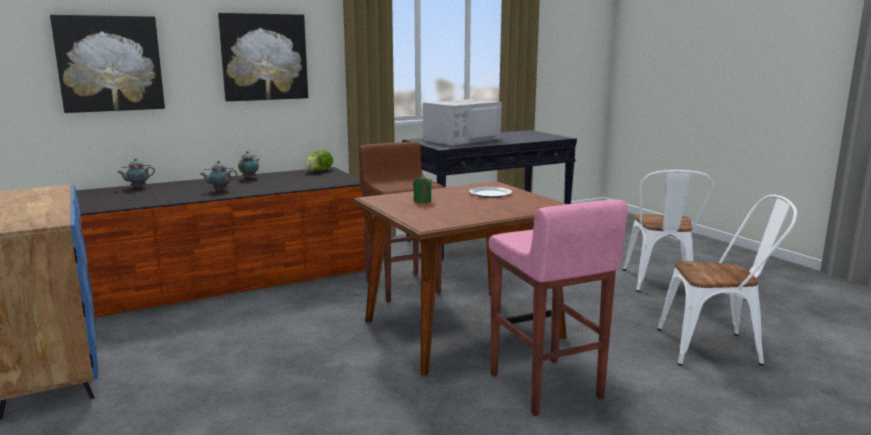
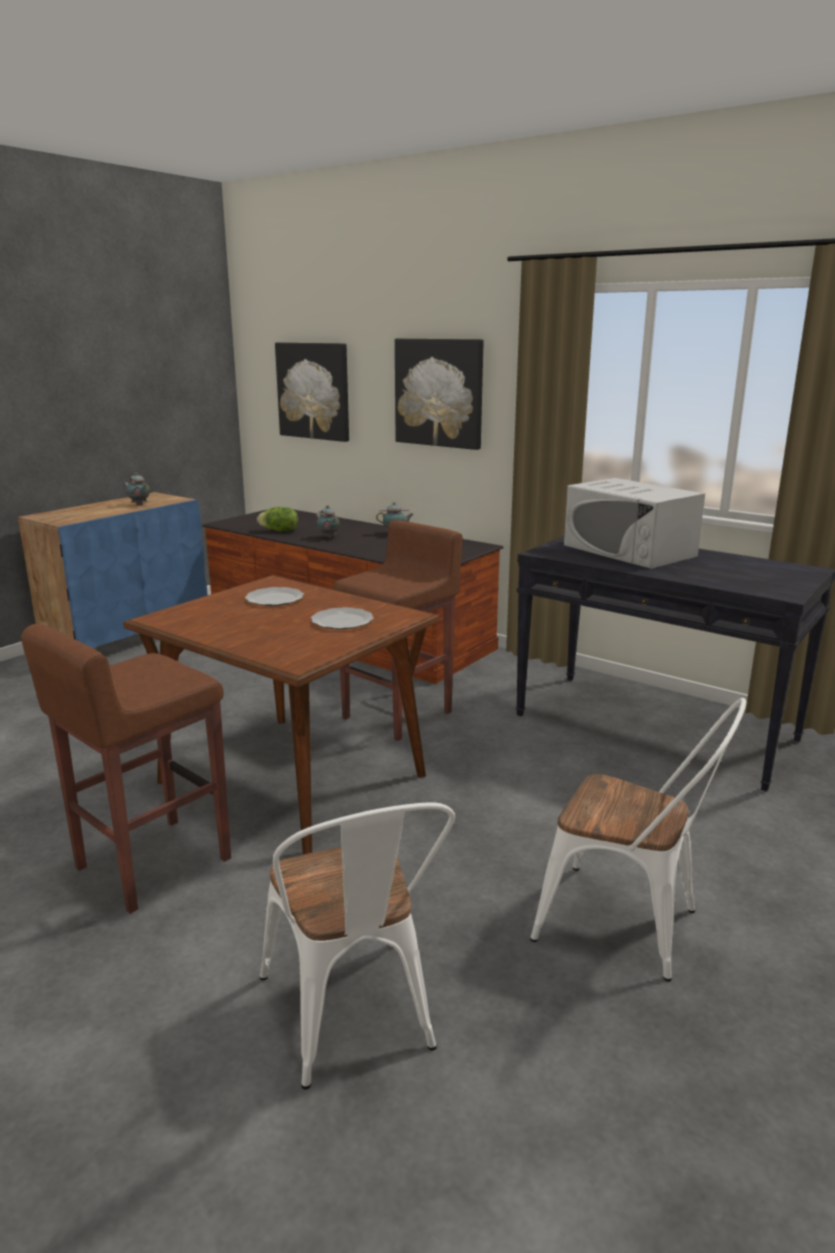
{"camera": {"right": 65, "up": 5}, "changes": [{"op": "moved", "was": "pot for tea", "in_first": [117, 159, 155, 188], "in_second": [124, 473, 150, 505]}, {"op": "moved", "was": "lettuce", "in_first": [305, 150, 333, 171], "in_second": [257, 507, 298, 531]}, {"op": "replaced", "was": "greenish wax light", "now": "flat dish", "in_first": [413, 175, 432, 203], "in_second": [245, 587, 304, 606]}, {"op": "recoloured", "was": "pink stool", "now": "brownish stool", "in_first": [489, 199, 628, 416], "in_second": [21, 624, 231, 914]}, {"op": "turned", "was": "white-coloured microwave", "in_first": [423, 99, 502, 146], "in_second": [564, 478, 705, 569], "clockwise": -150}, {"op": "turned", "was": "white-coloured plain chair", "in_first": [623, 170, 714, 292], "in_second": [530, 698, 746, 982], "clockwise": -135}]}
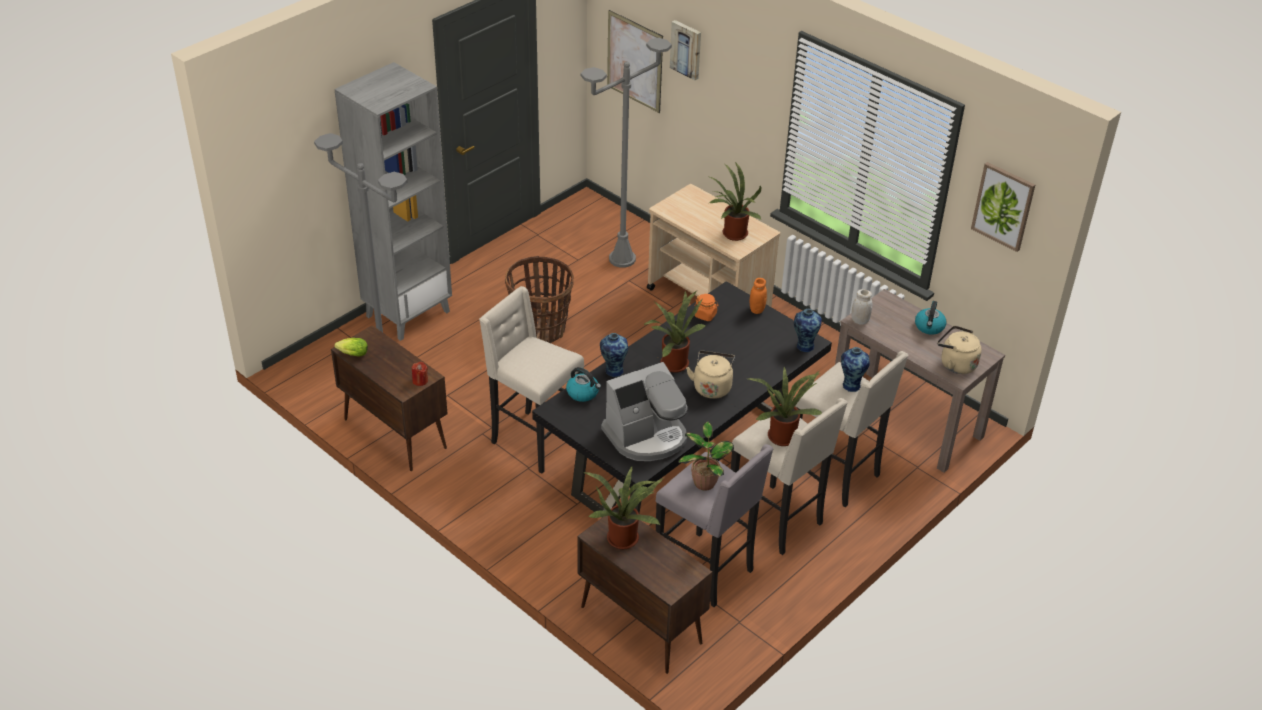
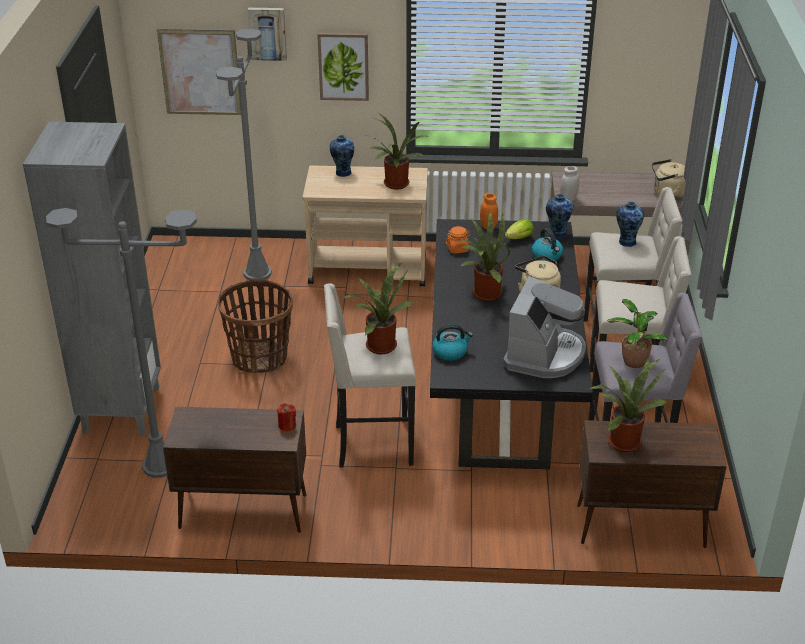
{"camera": {"right": -40, "up": -5}, "changes": [{"op": "moved", "was": "lettuce", "in_first": [334, 338, 368, 357], "in_second": [505, 219, 534, 239]}, {"op": "moved", "was": "flower vase", "in_first": [600, 333, 628, 377], "in_second": [330, 135, 354, 177]}, {"op": "moved", "was": "houseplant", "in_first": [748, 367, 822, 446], "in_second": [342, 263, 414, 354]}, {"op": "moved", "was": "water kettle", "in_first": [915, 301, 946, 335], "in_second": [532, 228, 563, 262]}, {"op": "moved", "was": "wall picture", "in_first": [971, 162, 1035, 252], "in_second": [317, 33, 369, 101]}]}
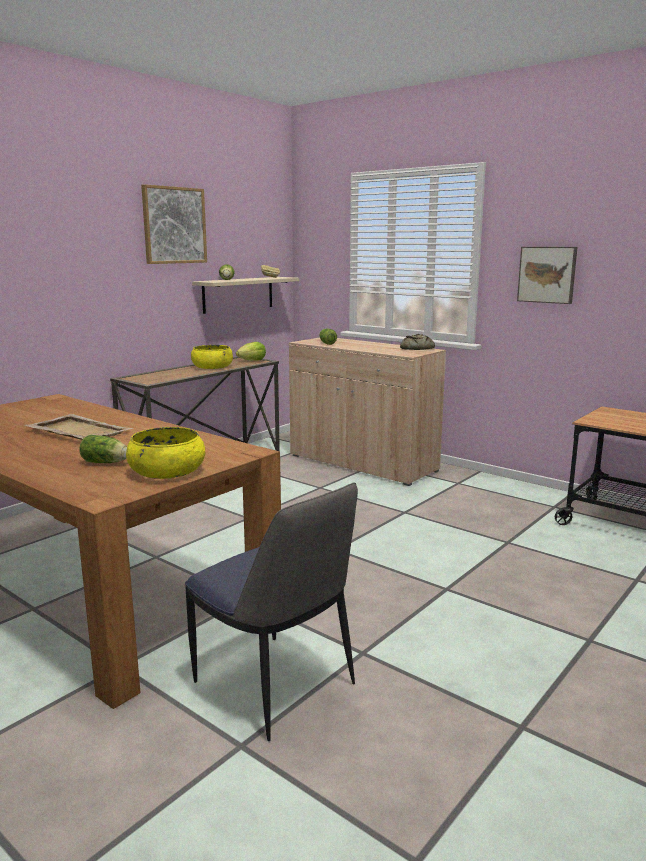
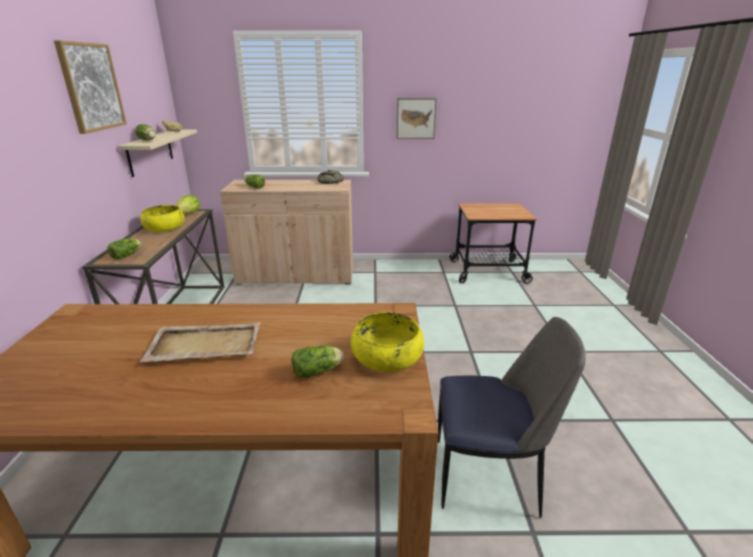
{"camera": {"right": -40, "up": 10}, "changes": [{"op": "added", "now": "lettuce", "in_second": [107, 238, 142, 259]}]}
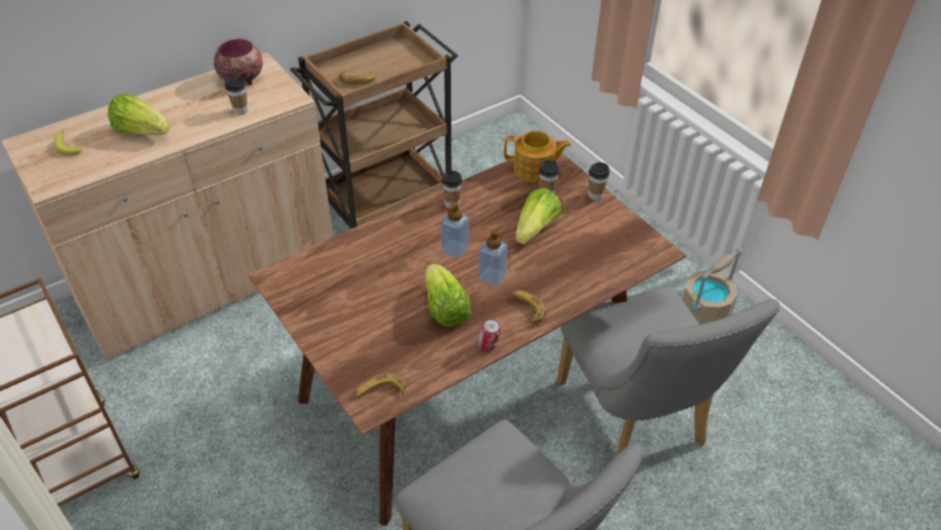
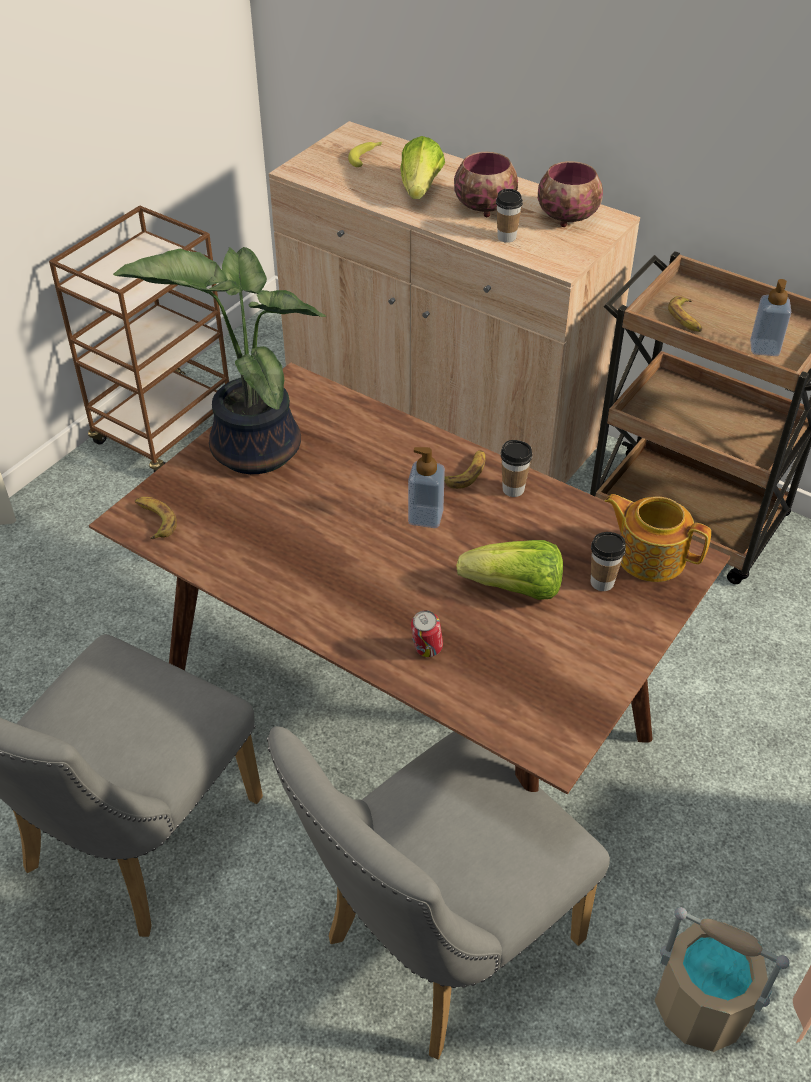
{"camera": {"right": 70, "up": 0}, "changes": [{"op": "removed", "was": "lettuce", "in_first": [425, 264, 471, 327]}, {"op": "removed", "was": "small cup", "in_first": [588, 162, 610, 201]}, {"op": "added", "now": "houseplant", "in_second": [113, 247, 326, 474]}, {"op": "added", "now": "serving bowl", "in_second": [454, 152, 518, 217]}, {"op": "moved", "was": "sealed can", "in_first": [478, 319, 501, 351], "in_second": [411, 610, 443, 657]}, {"op": "moved", "was": "liquid soap bottle", "in_first": [479, 229, 508, 286], "in_second": [750, 279, 791, 356]}, {"op": "moved", "was": "banana", "in_first": [512, 290, 546, 324], "in_second": [444, 450, 486, 489]}, {"op": "turned", "was": "pot for tea", "in_first": [504, 131, 571, 182], "in_second": [605, 494, 711, 582], "clockwise": 135}]}
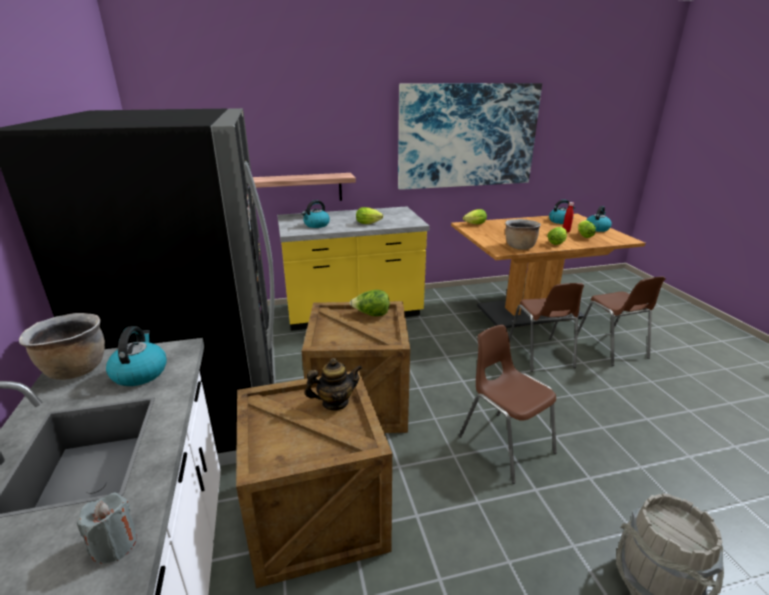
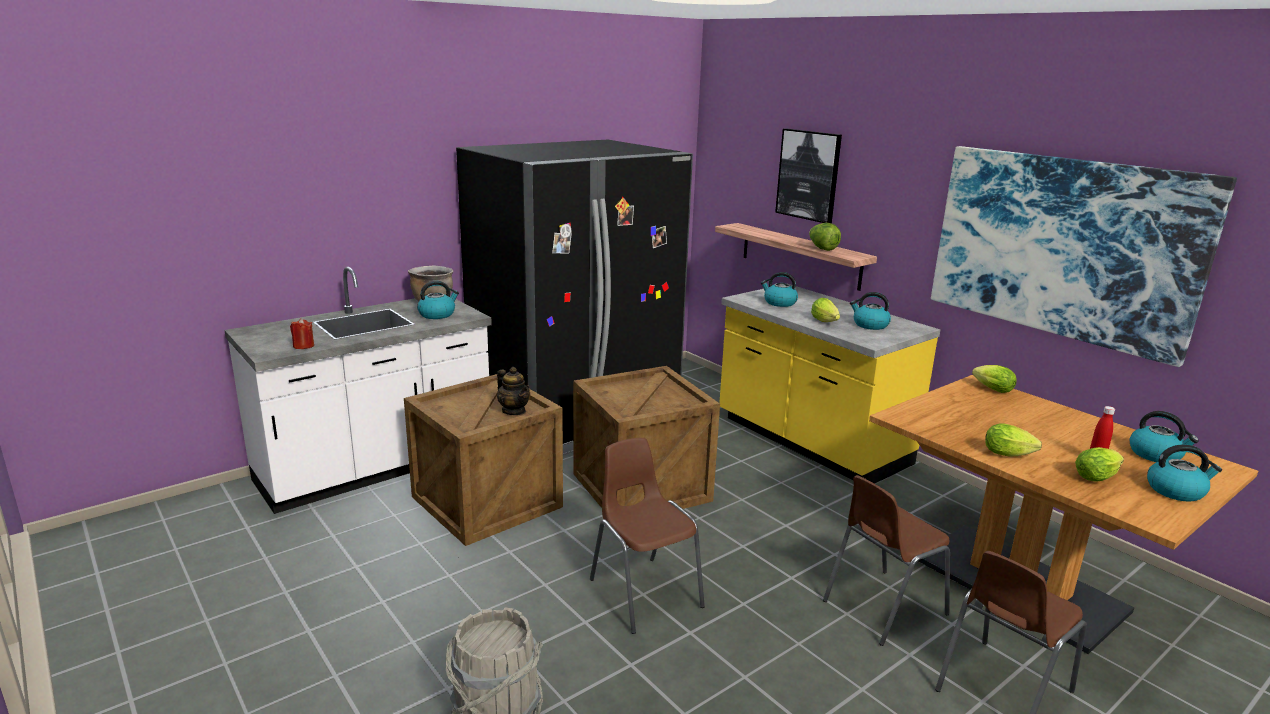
{"camera": {"right": 65, "up": -5}, "changes": [{"op": "removed", "was": "brownish stockpot", "in_first": [505, 219, 541, 250]}, {"op": "added", "now": "wall picture", "in_second": [775, 128, 842, 223]}, {"op": "added", "now": "water kettle", "in_second": [850, 292, 891, 330]}, {"op": "moved", "was": "lettuce", "in_first": [350, 290, 390, 316], "in_second": [809, 223, 841, 251]}, {"op": "recoloured", "was": "grey wax light", "now": "red-coloured wax light", "in_first": [77, 493, 137, 564], "in_second": [290, 318, 314, 349]}, {"op": "turned", "was": "brownish plain chair", "in_first": [459, 325, 557, 484], "in_second": [590, 438, 705, 634], "clockwise": -60}]}
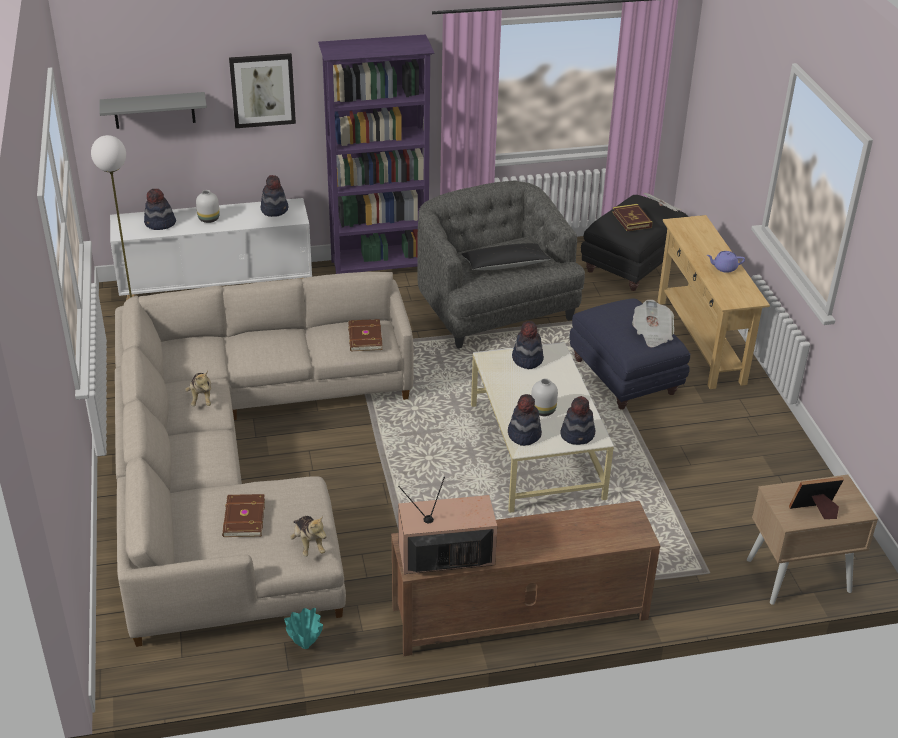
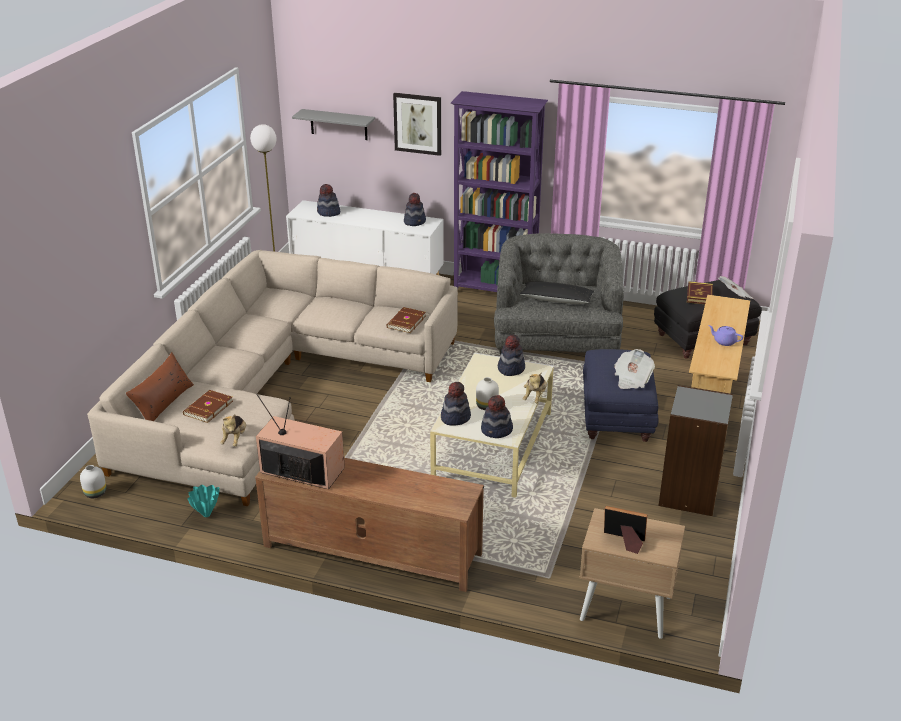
{"camera": {"right": 30, "up": -5}, "changes": [{"op": "added", "now": "brownish pillow", "in_second": [125, 352, 194, 421]}, {"op": "added", "now": "grey bookcase", "in_second": [658, 385, 733, 516]}, {"op": "moved", "was": "plush toy", "in_first": [185, 371, 211, 406], "in_second": [523, 372, 547, 403]}, {"op": "moved", "was": "white-coloured flower vase", "in_first": [196, 190, 220, 223], "in_second": [80, 465, 106, 498]}]}
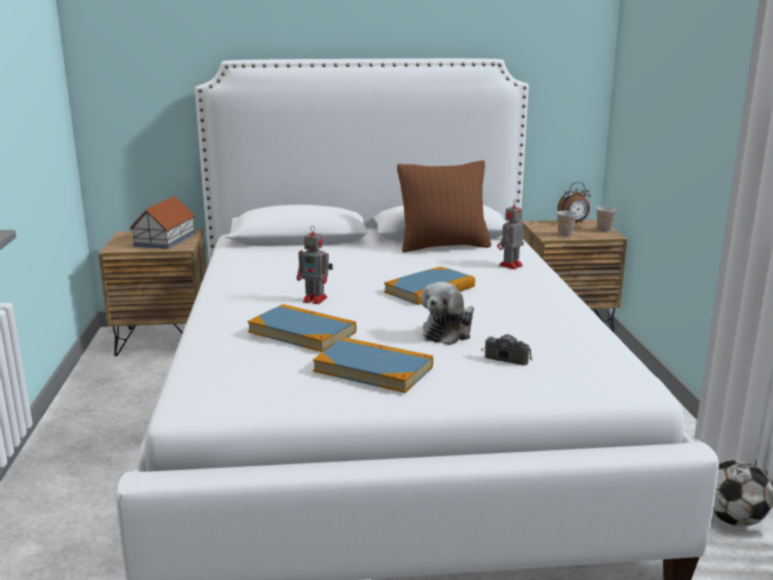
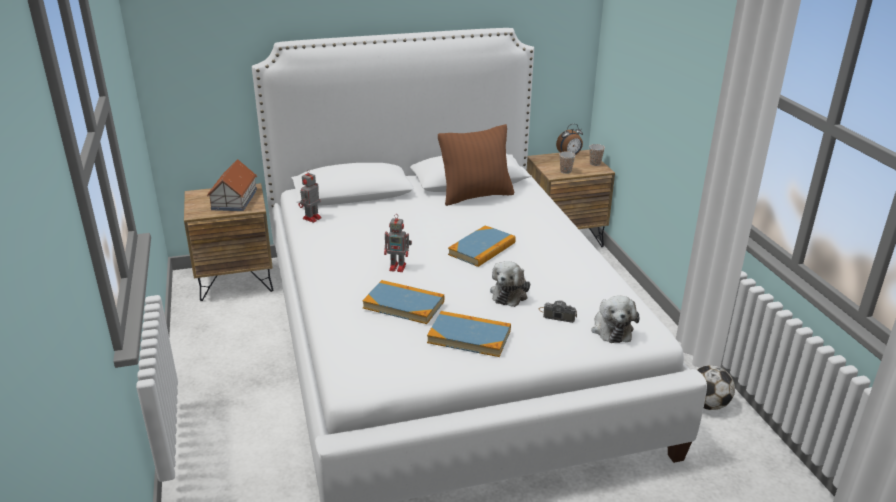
{"camera": {"right": -10, "up": 10}, "changes": [{"op": "added", "now": "plush toy", "in_second": [591, 296, 640, 343]}, {"op": "moved", "was": "robot figure", "in_first": [497, 201, 524, 269], "in_second": [298, 169, 322, 223]}]}
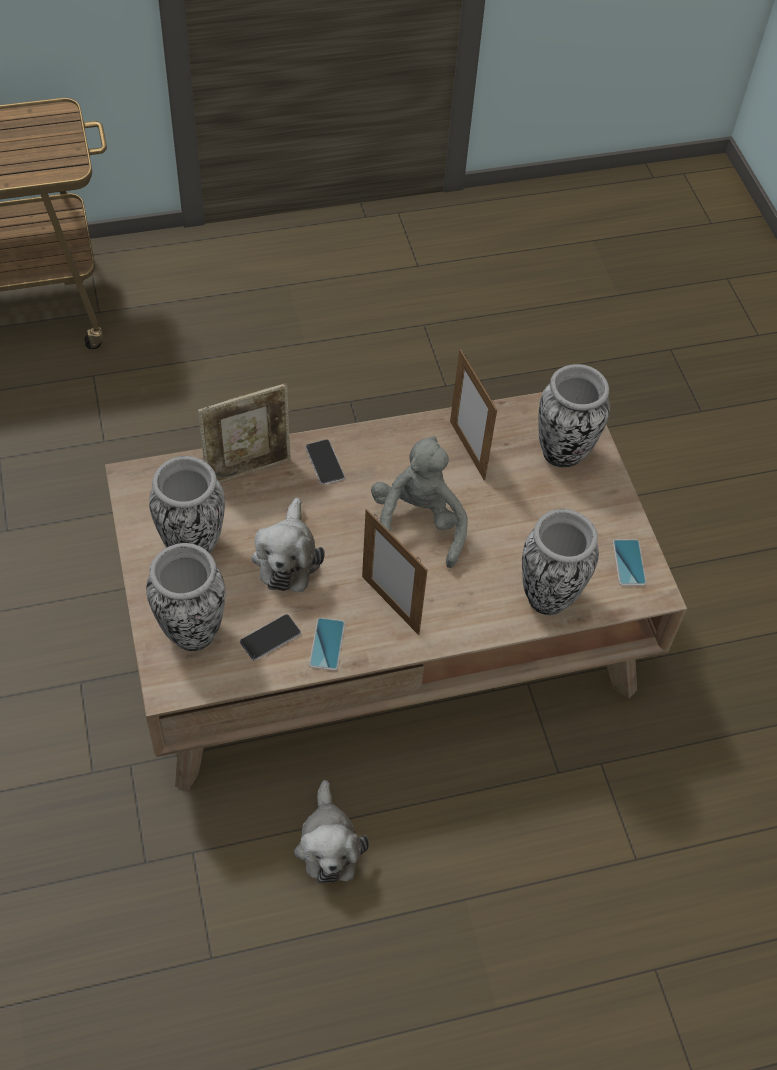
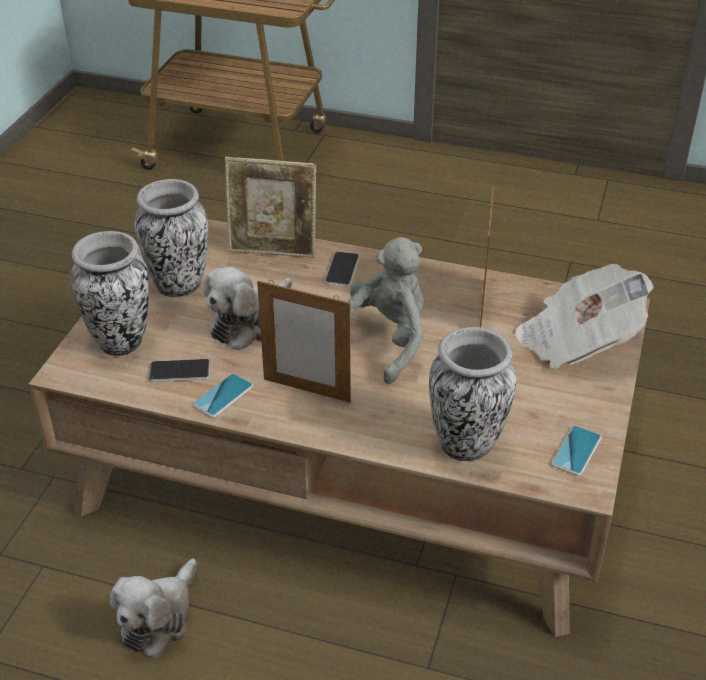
{"camera": {"right": 35, "up": -15}, "changes": [{"op": "replaced", "was": "flower vase", "now": "printed paper", "in_first": [538, 364, 610, 468], "in_second": [515, 264, 654, 369]}, {"op": "turned", "was": "picture frame", "in_first": [362, 509, 428, 635], "in_second": [257, 280, 351, 402], "clockwise": -60}]}
